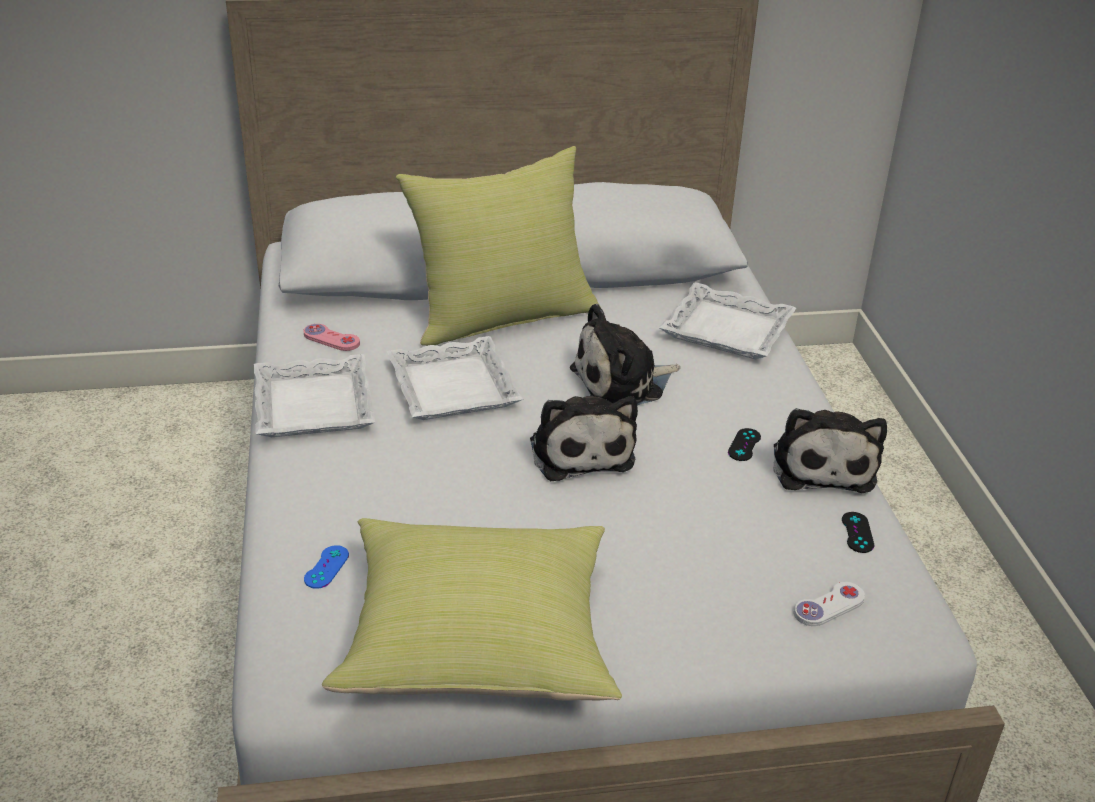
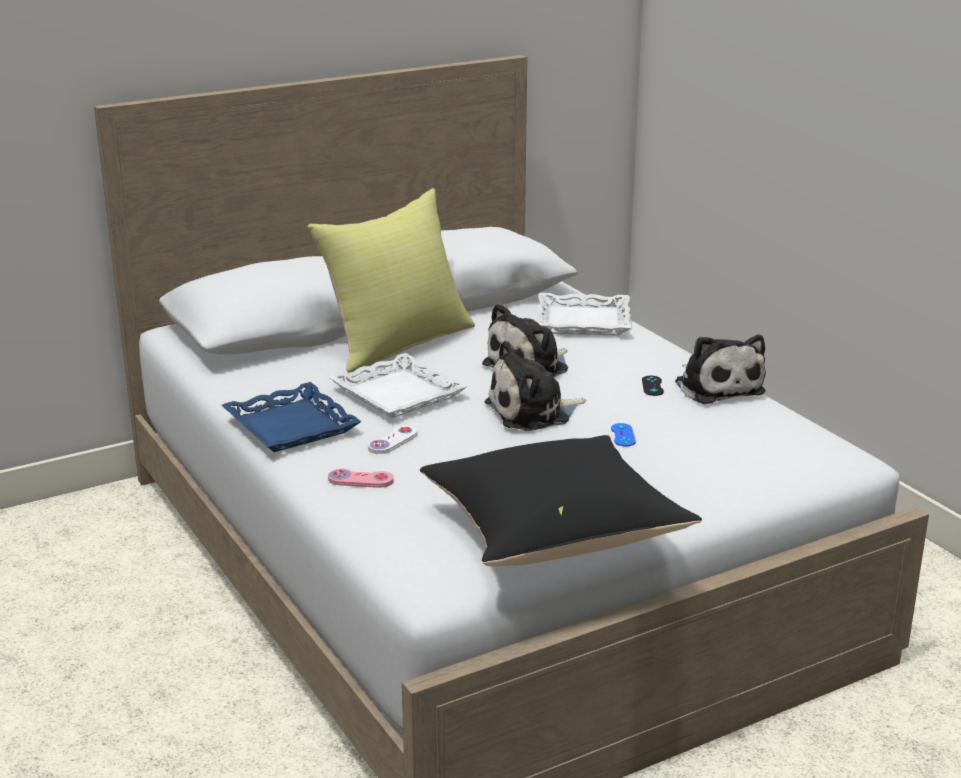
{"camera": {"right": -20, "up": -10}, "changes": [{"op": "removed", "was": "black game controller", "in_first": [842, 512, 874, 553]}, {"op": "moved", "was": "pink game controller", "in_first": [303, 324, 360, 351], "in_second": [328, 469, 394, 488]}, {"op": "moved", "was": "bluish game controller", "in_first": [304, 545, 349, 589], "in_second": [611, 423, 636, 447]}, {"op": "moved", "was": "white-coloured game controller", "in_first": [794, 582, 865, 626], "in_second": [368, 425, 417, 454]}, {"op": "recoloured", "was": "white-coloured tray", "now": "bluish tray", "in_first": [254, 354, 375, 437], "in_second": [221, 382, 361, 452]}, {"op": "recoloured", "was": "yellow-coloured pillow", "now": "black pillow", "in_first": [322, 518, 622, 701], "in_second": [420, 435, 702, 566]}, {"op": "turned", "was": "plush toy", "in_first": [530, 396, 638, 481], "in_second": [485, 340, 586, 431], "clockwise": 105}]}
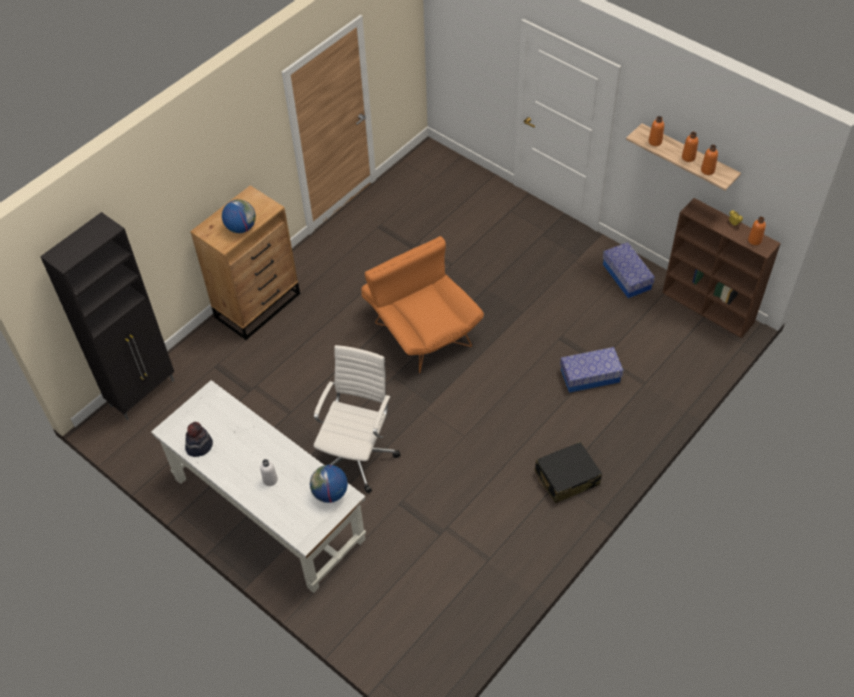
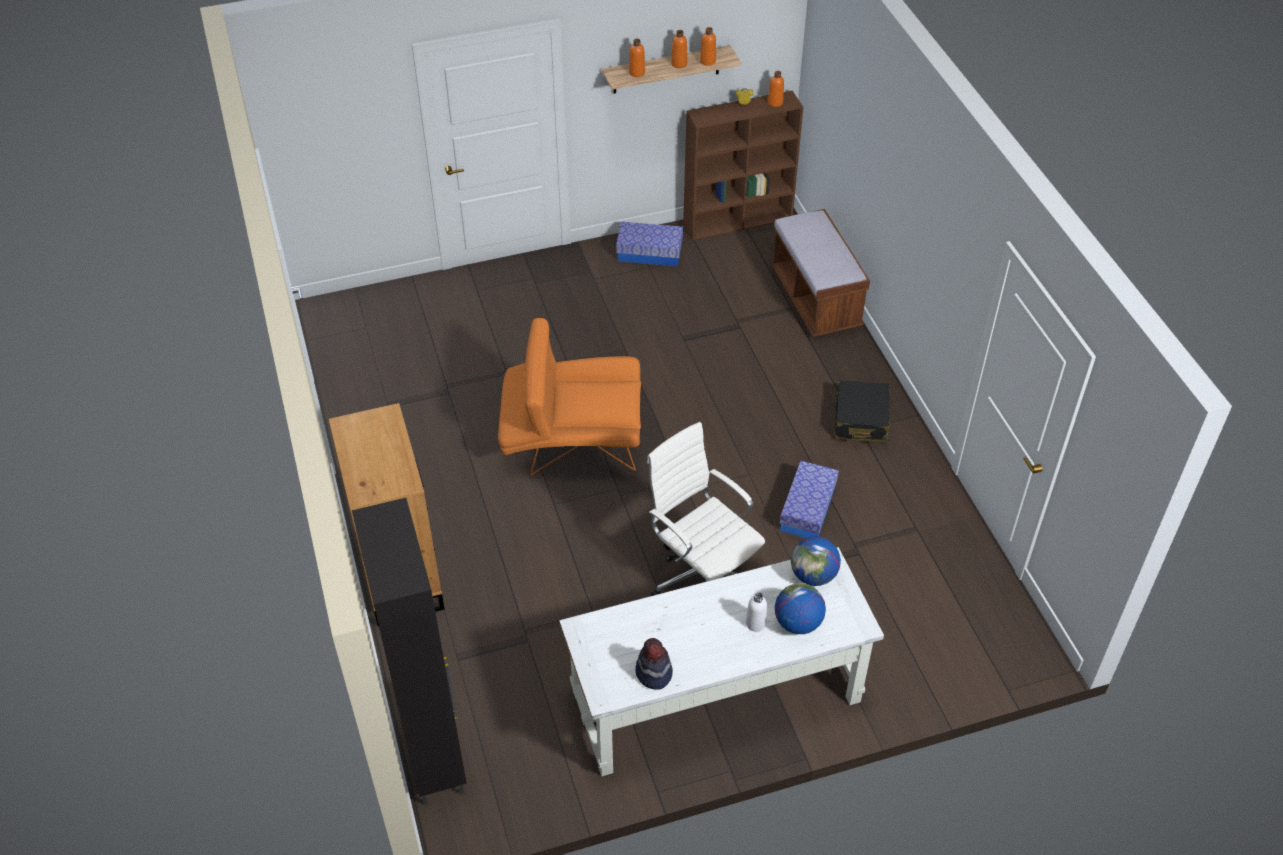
{"camera": {"right": -60, "up": -5}, "changes": [{"op": "added", "now": "brownish indoor bench", "in_second": [771, 209, 870, 337]}, {"op": "moved", "was": "desk globe", "in_first": [222, 199, 256, 233], "in_second": [775, 583, 826, 634]}, {"op": "moved", "was": "storage bin", "in_first": [560, 347, 624, 393], "in_second": [780, 461, 839, 538]}]}
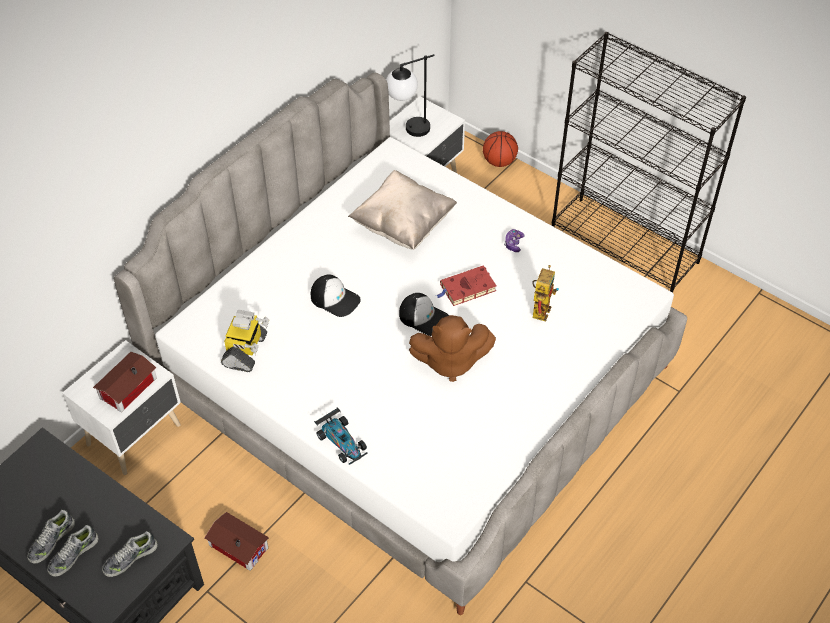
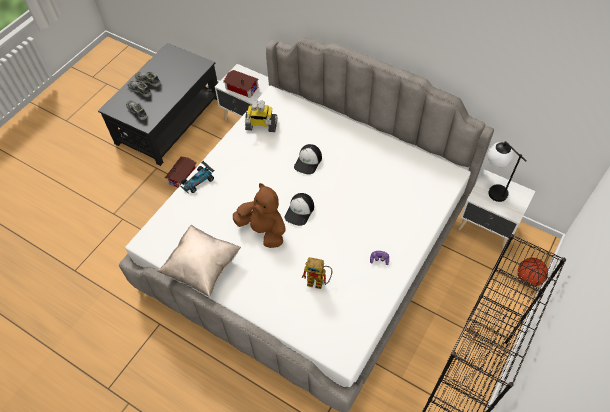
{"camera": {"right": 85, "up": 5}, "changes": [{"op": "removed", "was": "red-coloured book", "in_first": [436, 266, 496, 306]}, {"op": "moved", "was": "beige pillow", "in_first": [348, 170, 457, 250], "in_second": [157, 224, 241, 297]}, {"op": "turned", "was": "brownish plush toy", "in_first": [409, 315, 496, 382], "in_second": [233, 183, 286, 248], "clockwise": 135}]}
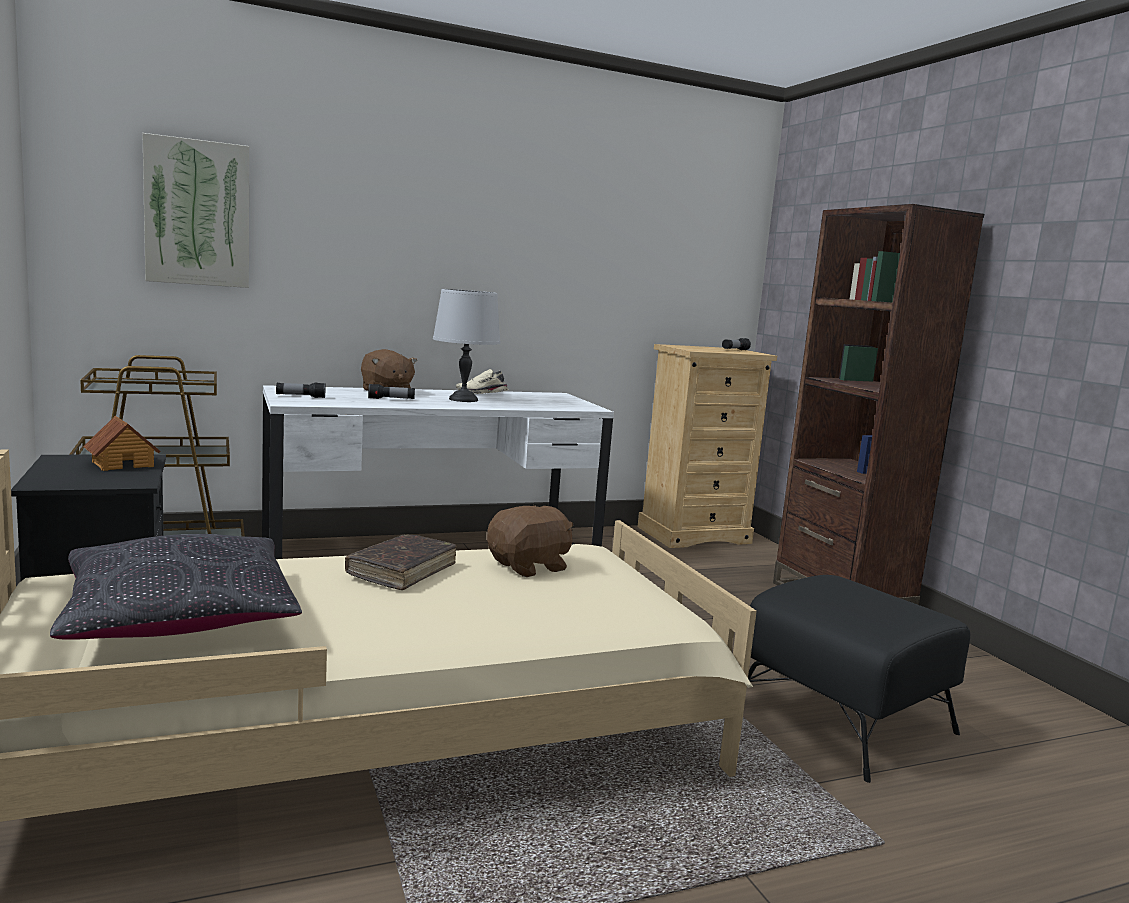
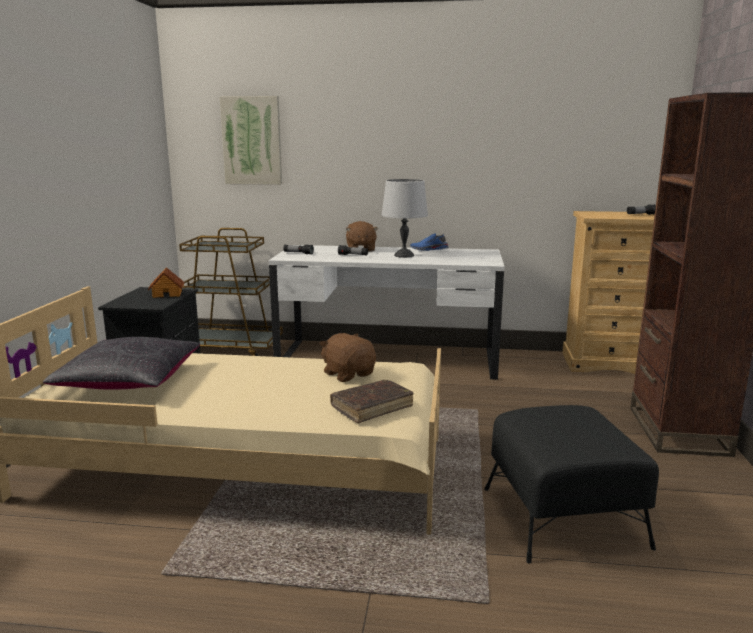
{"camera": {"right": 30, "up": 5}, "changes": [{"op": "moved", "was": "brownish book", "in_first": [345, 534, 457, 590], "in_second": [330, 380, 414, 423]}, {"op": "recoloured", "was": "beige item of footwear", "now": "bluish item of footwear", "in_first": [456, 369, 508, 394], "in_second": [410, 233, 448, 251]}, {"op": "turned", "was": "brownish plush toy", "in_first": [487, 505, 574, 577], "in_second": [319, 333, 376, 382], "clockwise": -120}]}
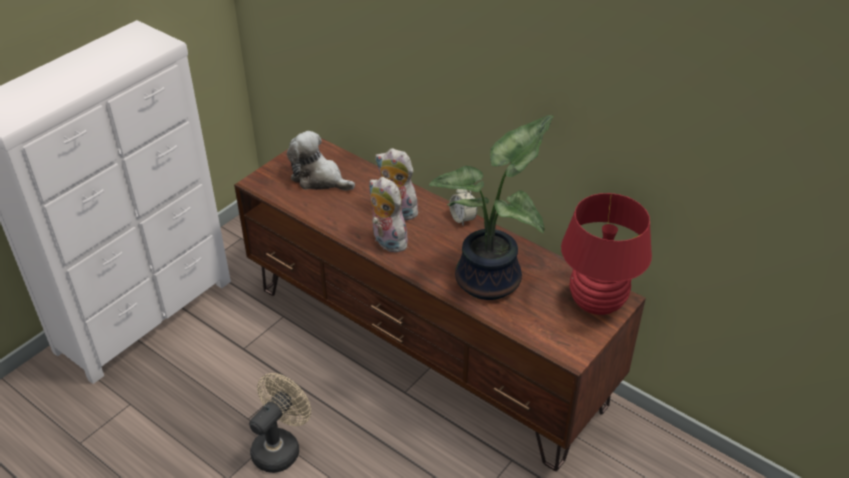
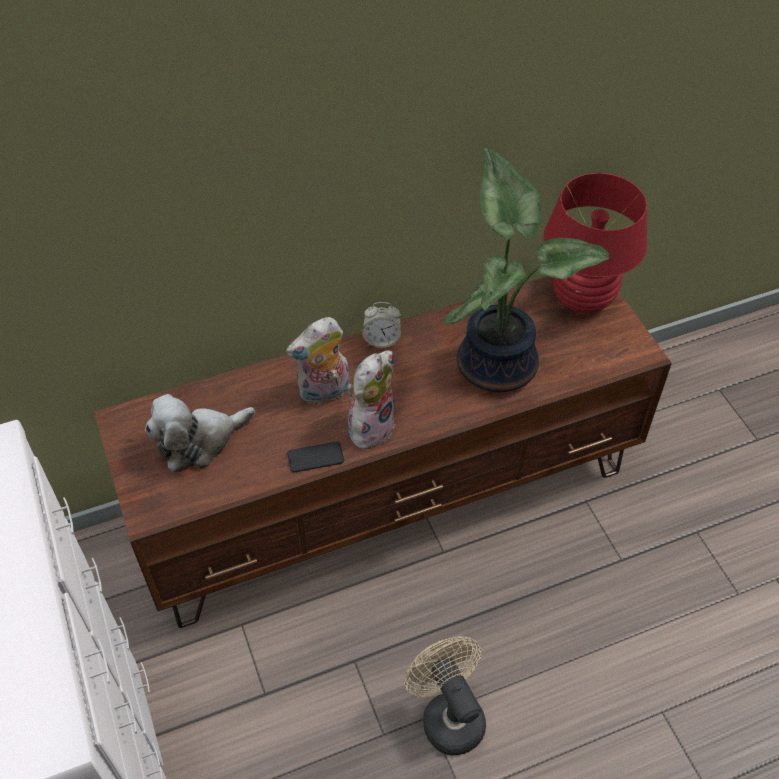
{"camera": {"right": -60, "up": 10}, "changes": [{"op": "added", "now": "handset", "in_second": [287, 441, 344, 473]}, {"op": "turned", "was": "plush toy", "in_first": [369, 177, 410, 253], "in_second": [347, 350, 396, 451], "clockwise": 135}]}
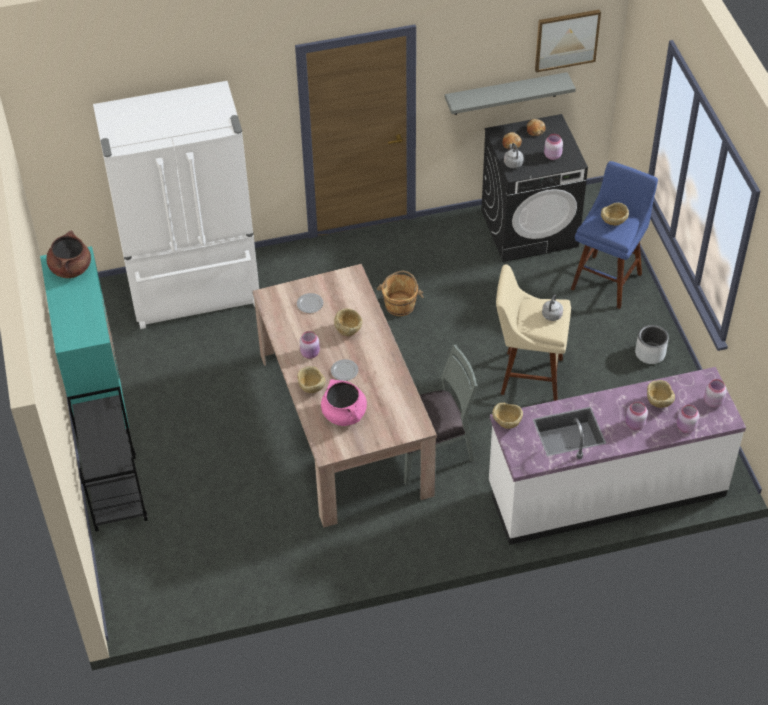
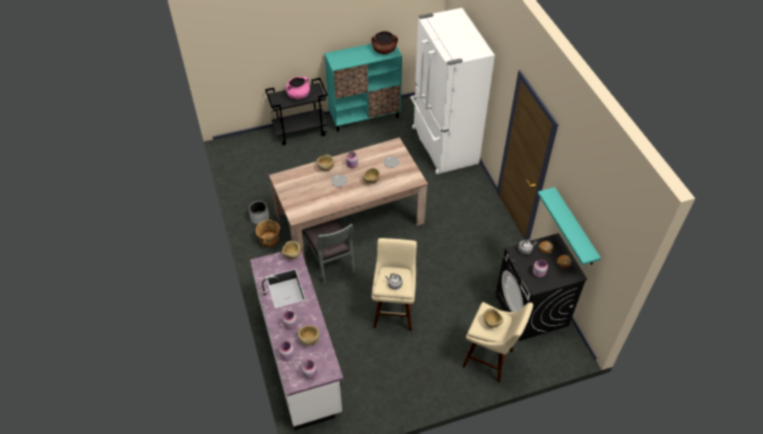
{"camera": {"right": 85, "up": 0}, "changes": [{"op": "removed", "was": "wall picture", "in_first": [535, 9, 601, 72]}, {"op": "moved", "was": "pink stockpot", "in_first": [321, 379, 367, 426], "in_second": [286, 77, 310, 99]}, {"op": "moved", "was": "brownish pail", "in_first": [377, 271, 424, 316], "in_second": [256, 219, 281, 247]}, {"op": "moved", "was": "grey flower pot", "in_first": [635, 325, 669, 364], "in_second": [249, 201, 269, 224]}, {"op": "recoloured", "was": "grey shelf", "now": "blue-green shelf", "in_first": [445, 72, 576, 115], "in_second": [538, 187, 601, 265]}, {"op": "recoloured", "was": "bluish stool", "now": "beige stool", "in_first": [571, 161, 658, 309], "in_second": [462, 302, 533, 383]}]}
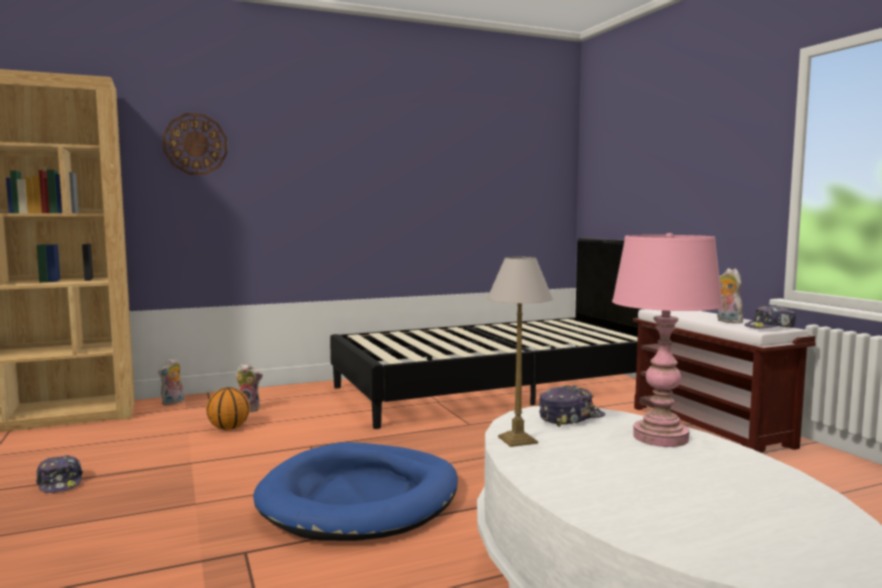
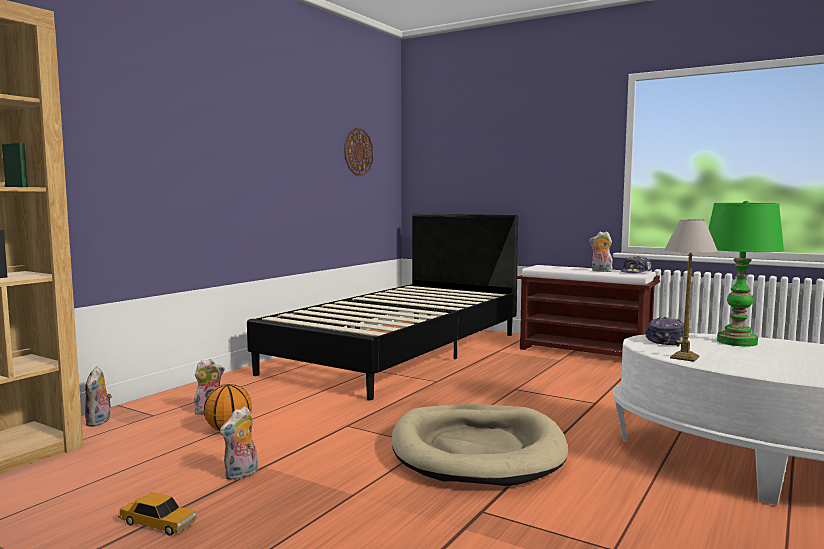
{"camera": {"right": -35, "up": 0}, "changes": [{"op": "added", "now": "plush toy", "in_second": [220, 406, 258, 480]}, {"op": "moved", "was": "hanging clock", "in_first": [163, 113, 228, 175], "in_second": [344, 128, 373, 176]}, {"op": "replaced", "was": "cap", "now": "toy car", "in_first": [36, 455, 83, 493], "in_second": [118, 492, 197, 536]}, {"op": "recoloured", "was": "bluish dog bed", "now": "beige dog bed", "in_first": [253, 442, 458, 541], "in_second": [392, 404, 568, 486]}, {"op": "recoloured", "was": "pink lamp for a table", "now": "greenish lamp for a table", "in_first": [612, 233, 723, 447], "in_second": [708, 201, 784, 346]}]}
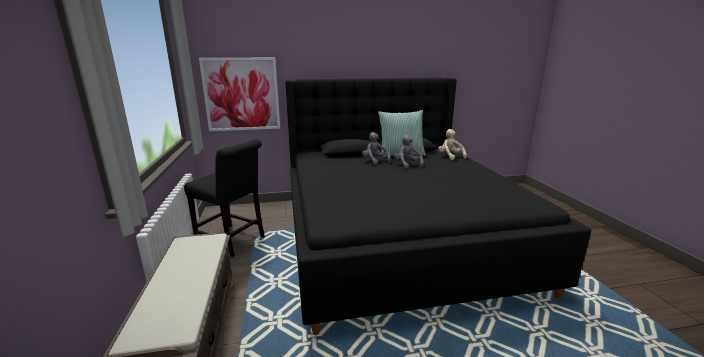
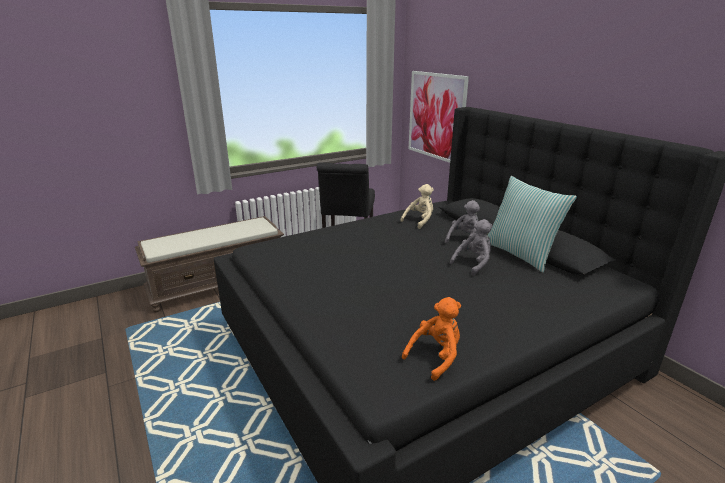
{"camera": {"right": 70, "up": 5}, "changes": [{"op": "added", "now": "orangey plush toy", "in_second": [402, 297, 461, 381]}, {"op": "moved", "was": "beige plush toy", "in_first": [438, 129, 467, 160], "in_second": [400, 184, 434, 229]}]}
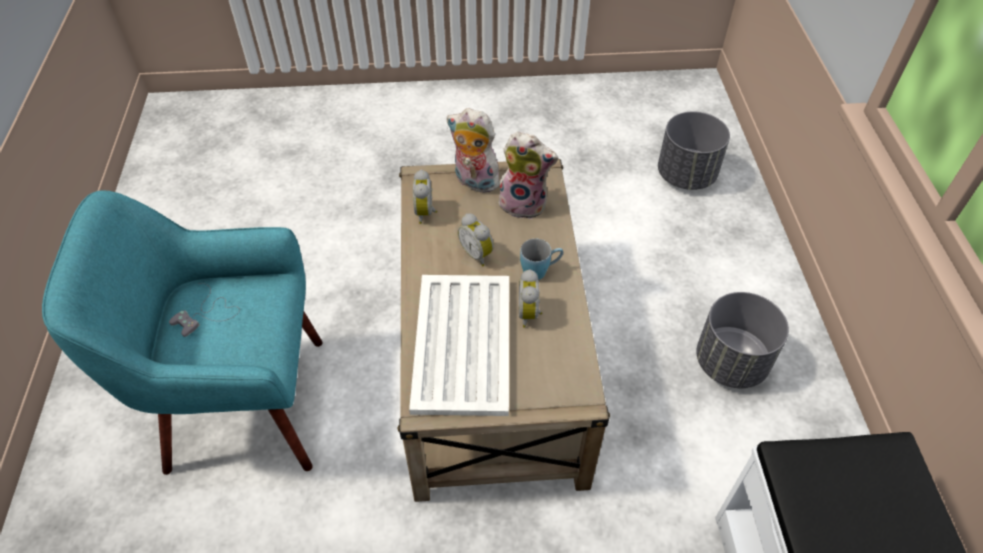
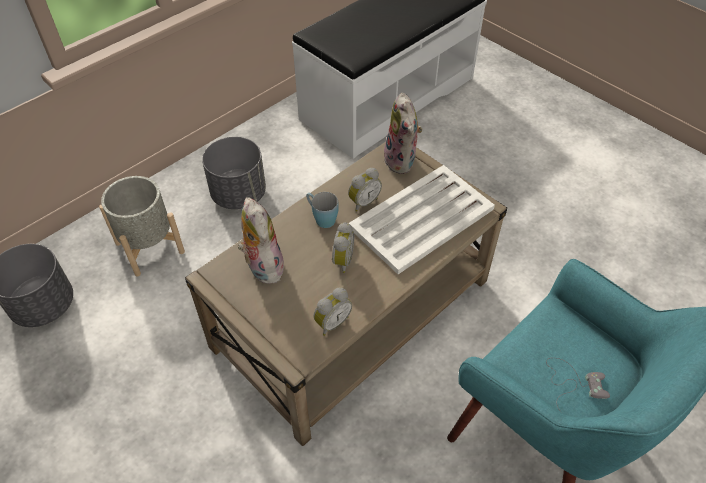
{"camera": {"right": -130, "up": 0}, "changes": [{"op": "added", "now": "grey flower pot", "in_second": [99, 176, 185, 276]}, {"op": "moved", "was": "plush toy", "in_first": [447, 108, 500, 193], "in_second": [382, 93, 423, 174]}]}
